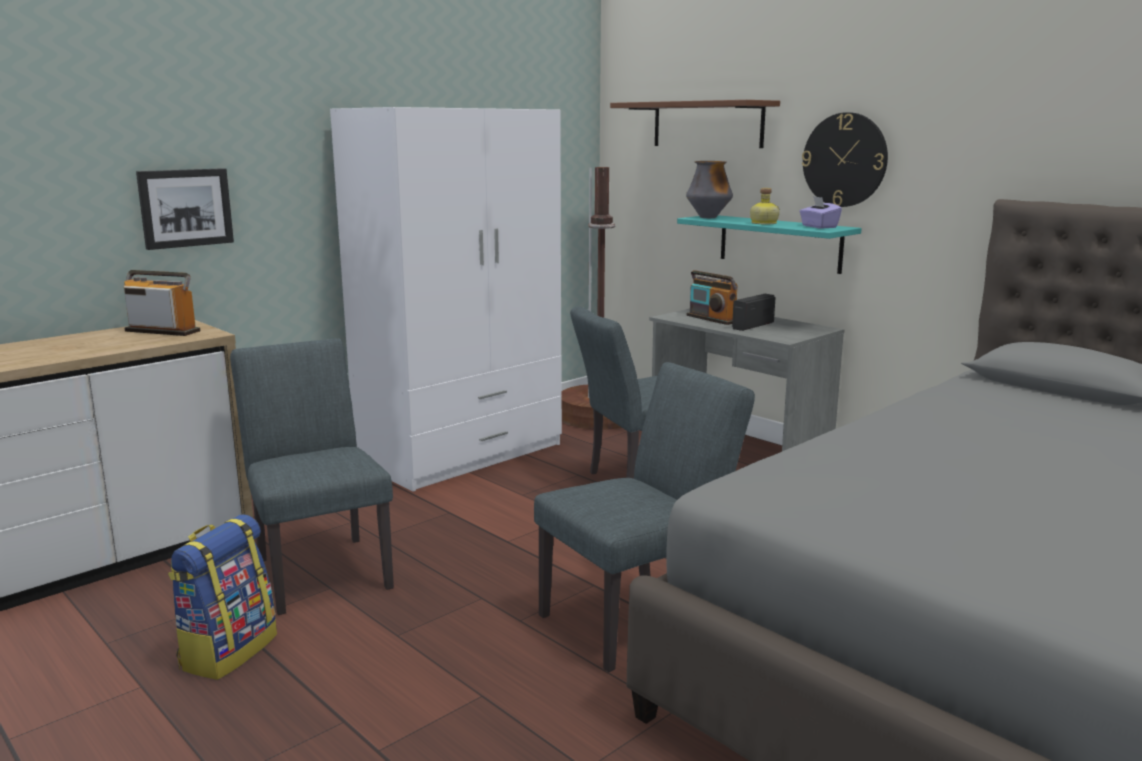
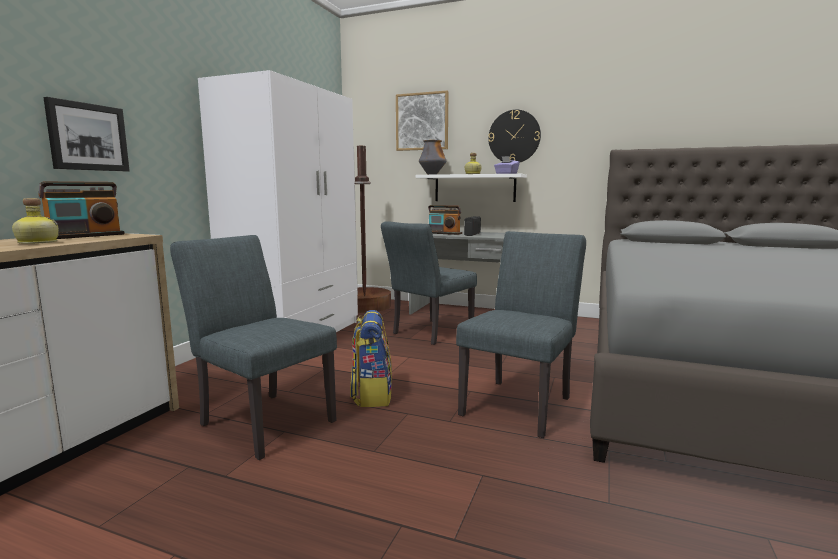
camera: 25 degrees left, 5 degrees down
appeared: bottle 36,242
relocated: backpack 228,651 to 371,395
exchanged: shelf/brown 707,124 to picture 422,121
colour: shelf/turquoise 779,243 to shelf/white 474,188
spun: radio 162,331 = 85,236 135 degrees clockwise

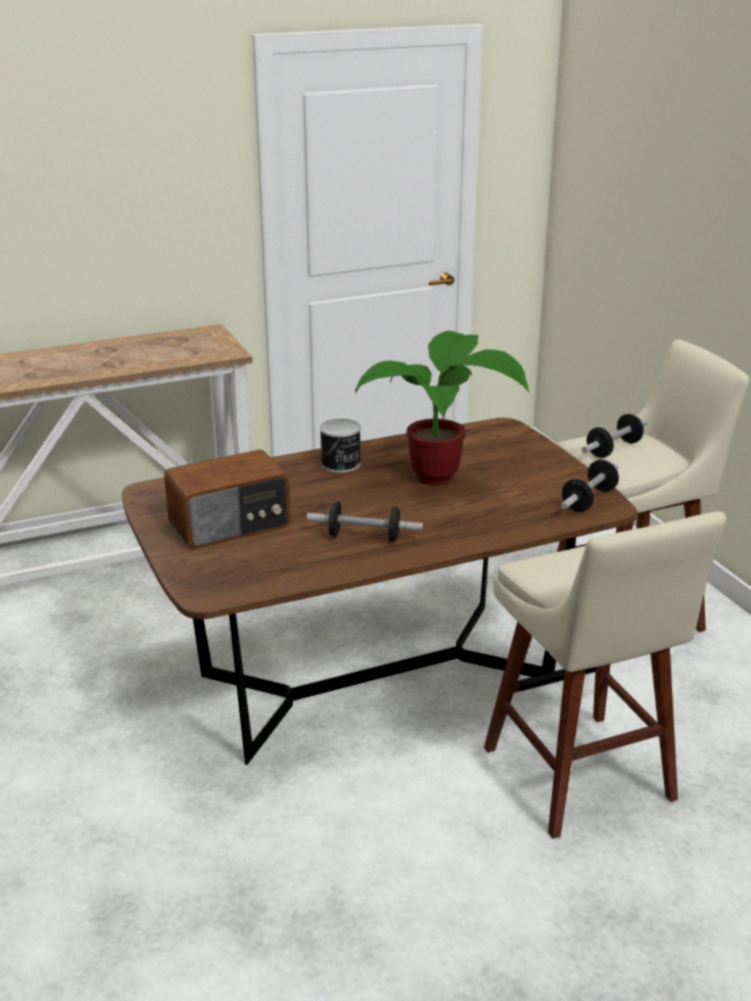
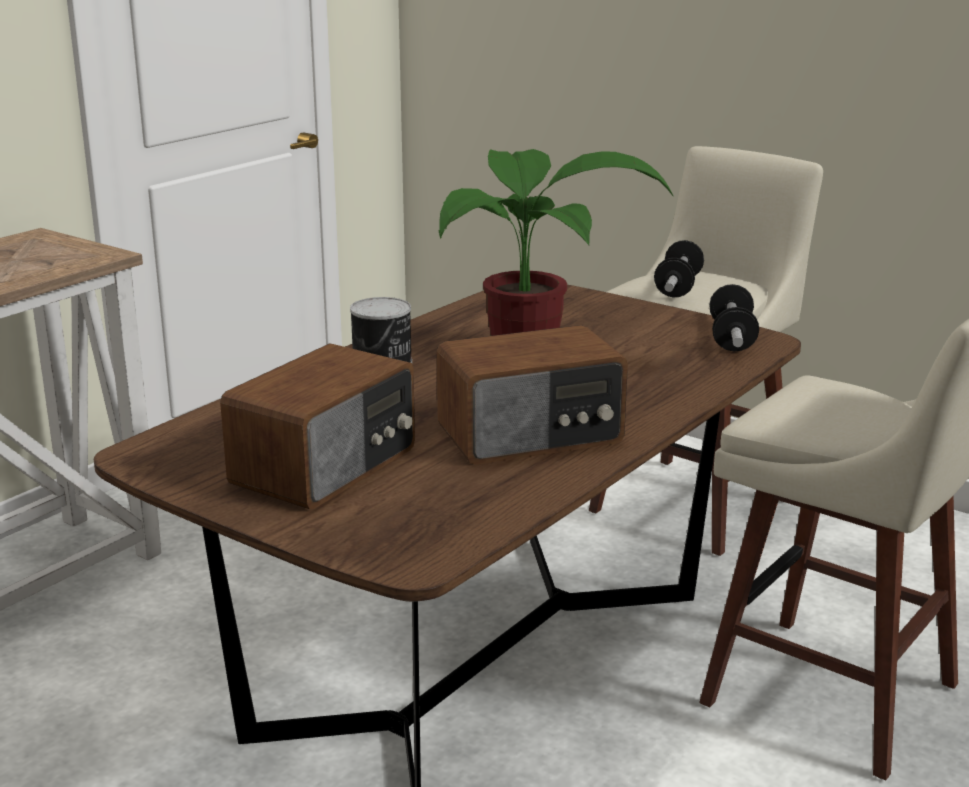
camera: 30 degrees left, 5 degrees down
exchanged: dumbbell 364,537 to radio 531,435

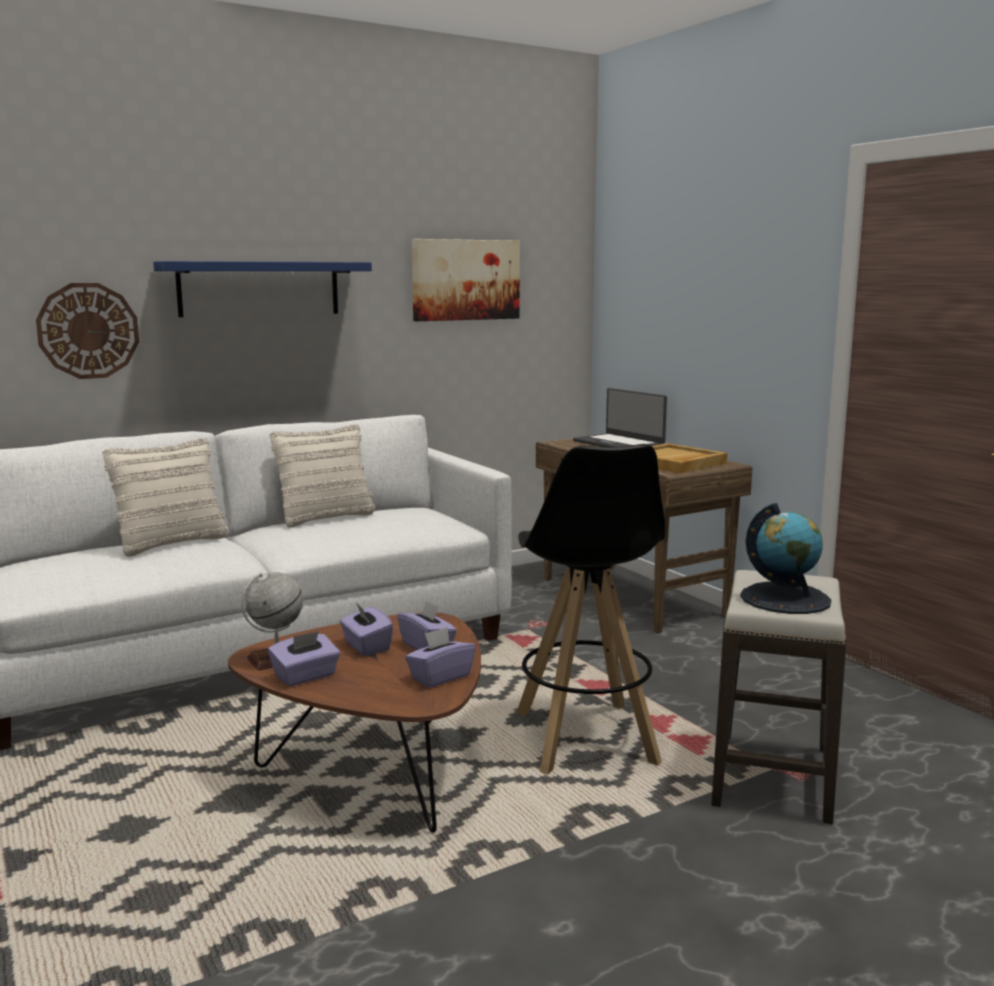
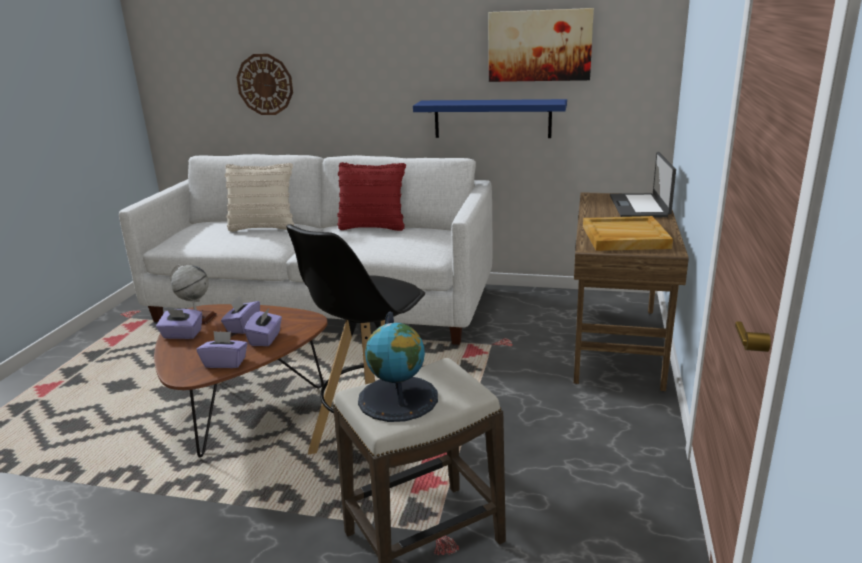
camera: 45 degrees right, 10 degrees up
relocated: shelf/blue 259,288 to 492,119
colour: pillow/beige 325,518 to pillow/red 373,227

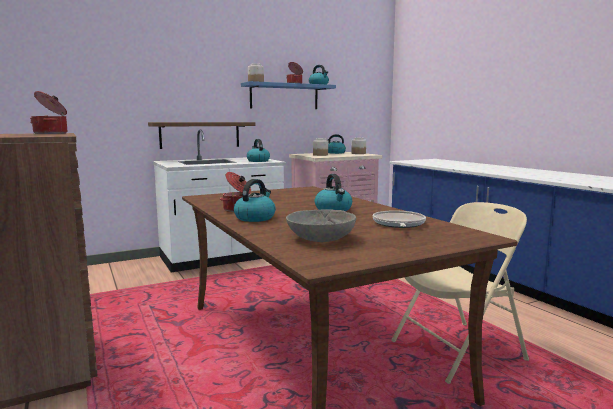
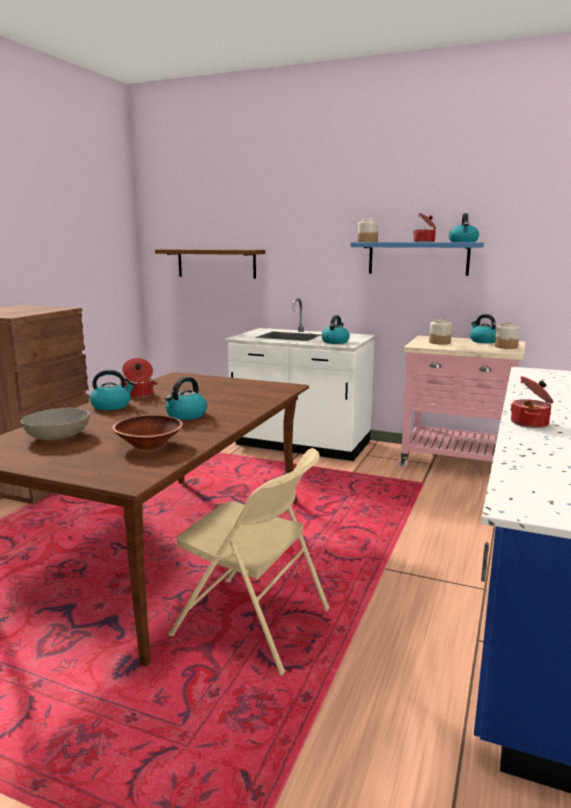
camera: 50 degrees right, 5 degrees up
relocated: cooking pot 52,133 to 530,423; shelf/brown 200,135 to 216,263
exchanged: frying pan 398,224 to bowl/brown 149,445

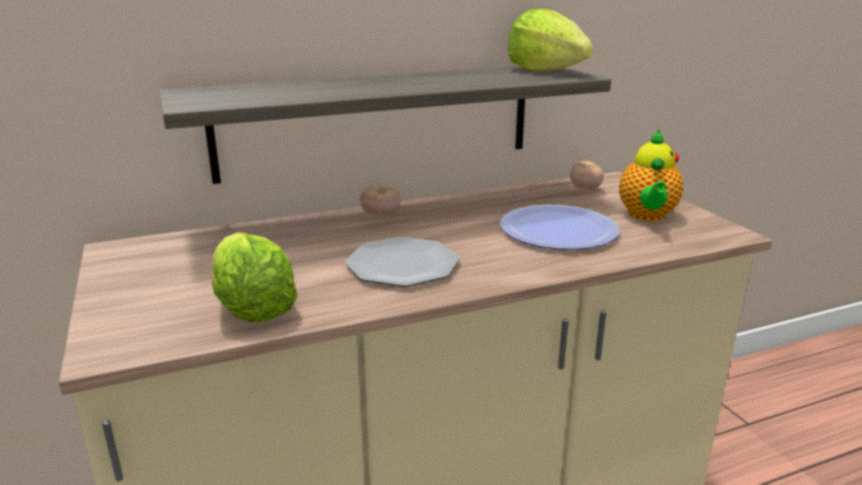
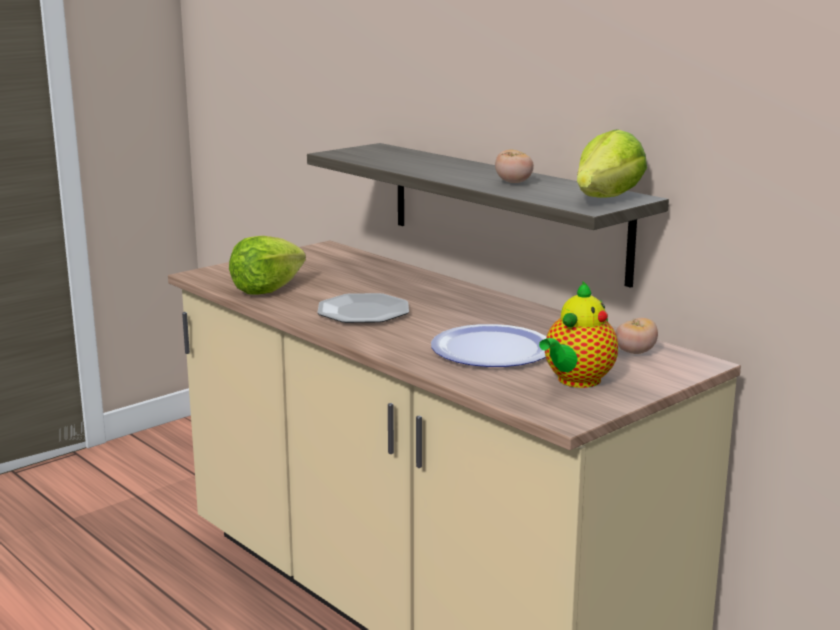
camera: 70 degrees right, 5 degrees down
relocated: tomato 380,216 to 513,182
spun: teapot 647,216 = 576,381 45 degrees counterclockwise

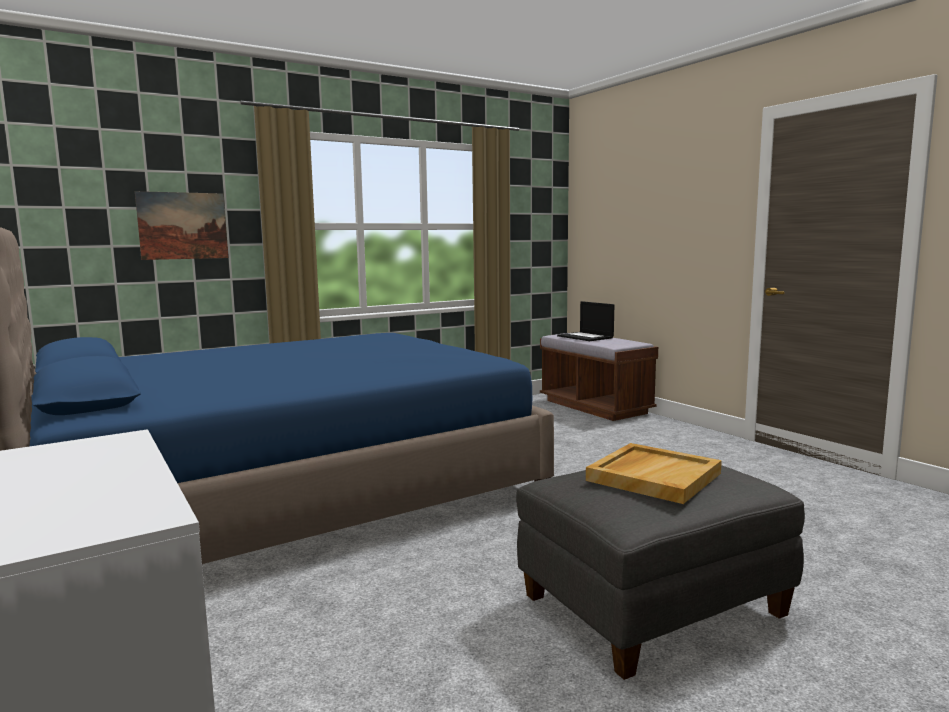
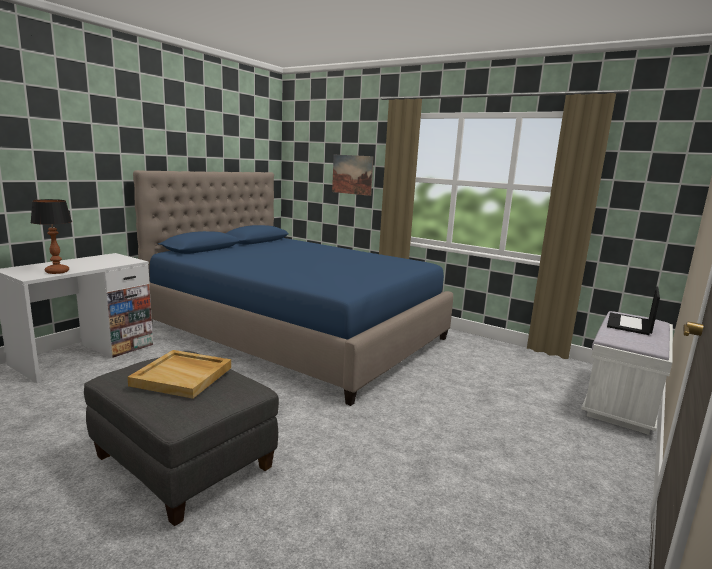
camera: 65 degrees right, 5 degrees up
appeared: table lamp 57,271
colour: bench/brown 595,407 to bench/white 621,402

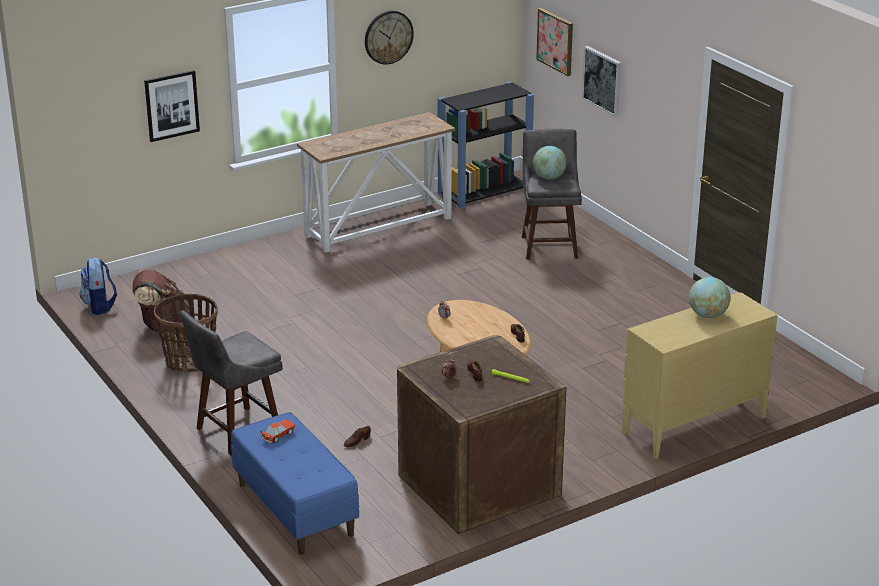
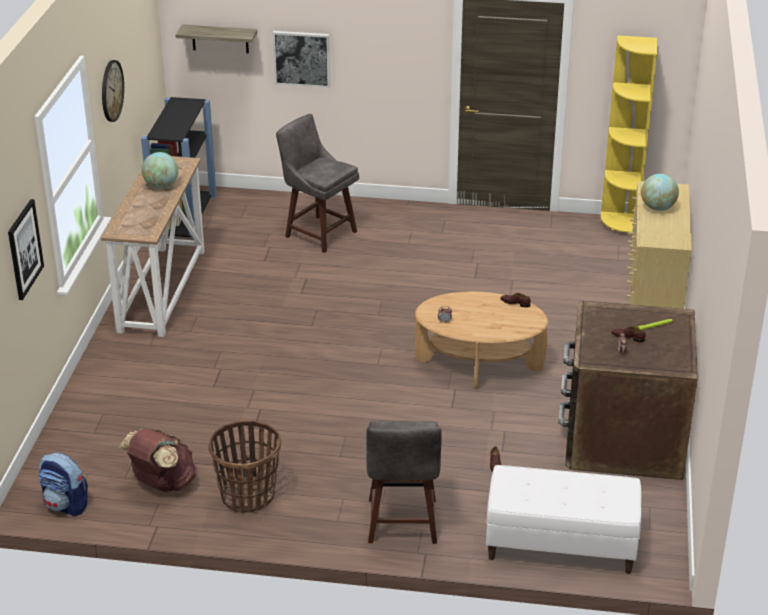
camera: 50 degrees left, 5 degrees up
missing: toy car 278,435
appeared: bookcase/yellow 619,226
relocated: globe 549,177 to 161,186
exchanged: picture 555,41 to shelf 220,39
colour: bench/blue 294,509 to bench/white 560,546

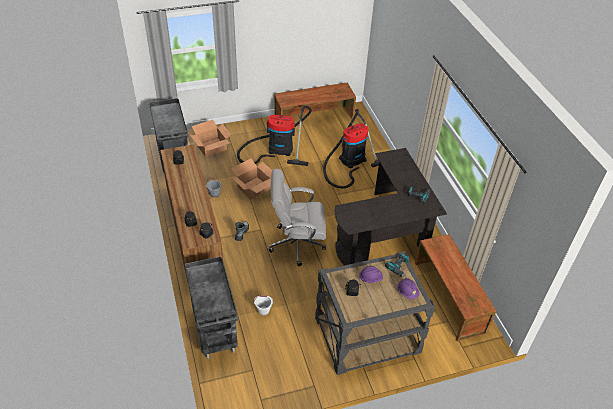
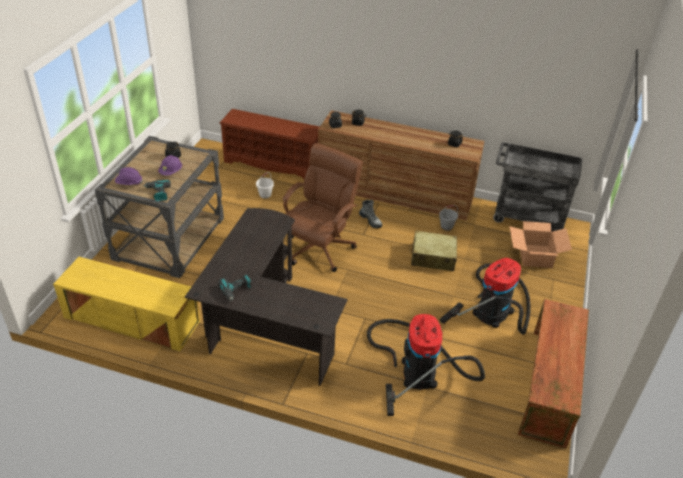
camera: 125 degrees right, 5 degrees down
exchanged: cart/black 215,333 to shoe rack/brown 273,164; cardboard box 254,188 to suitcase/beige 432,257
colour: office chair/grey 297,243 to office chair/brown 319,249; bench/brown 450,297 to bench/yellow 130,320

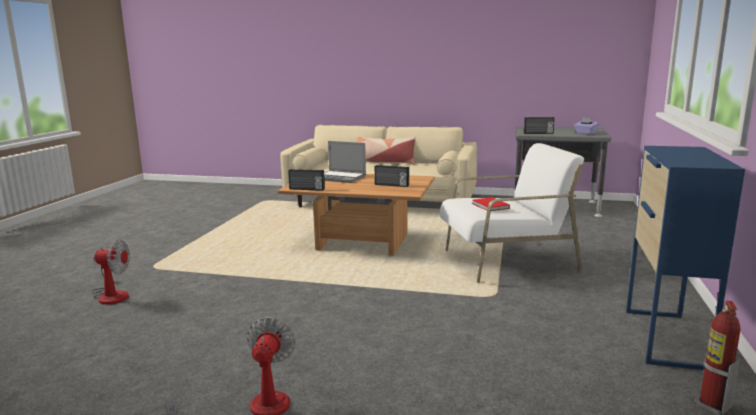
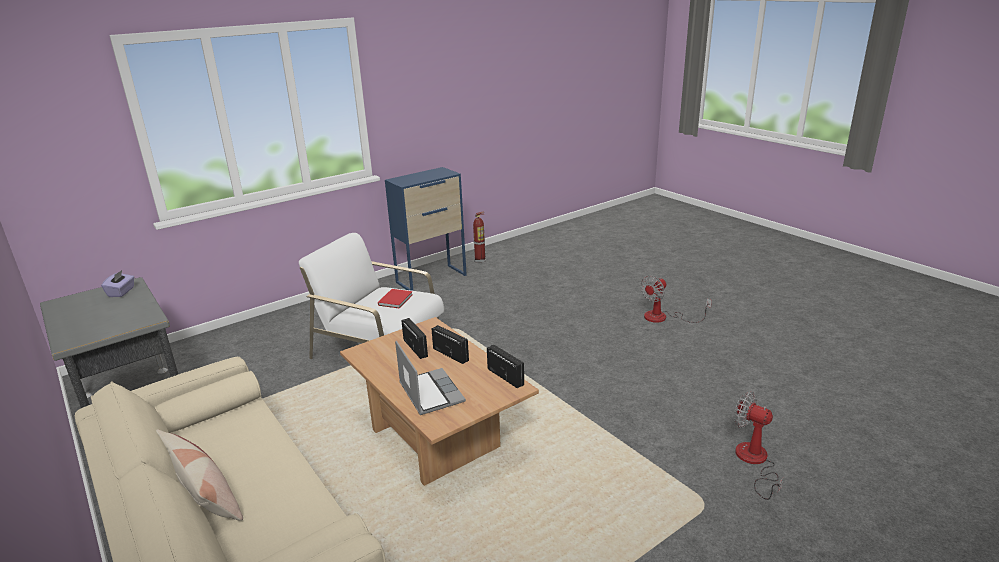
camera: 140 degrees left, 10 degrees up
relocated: radio 538,133 to 451,354

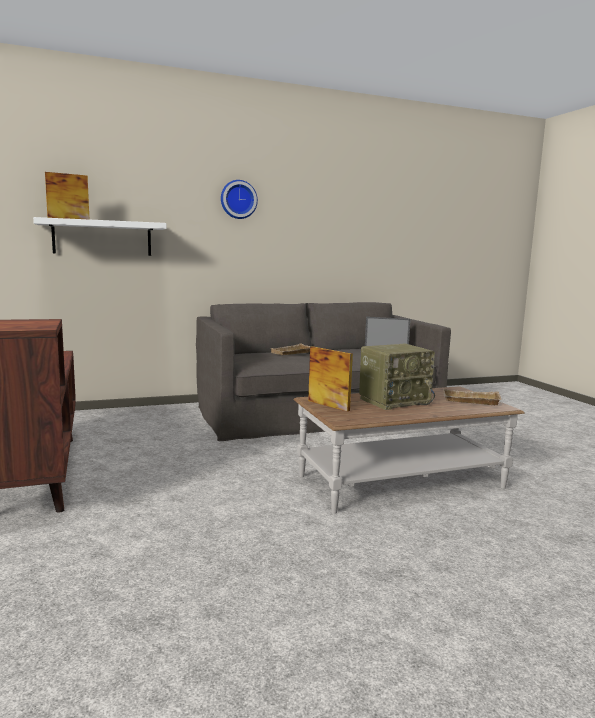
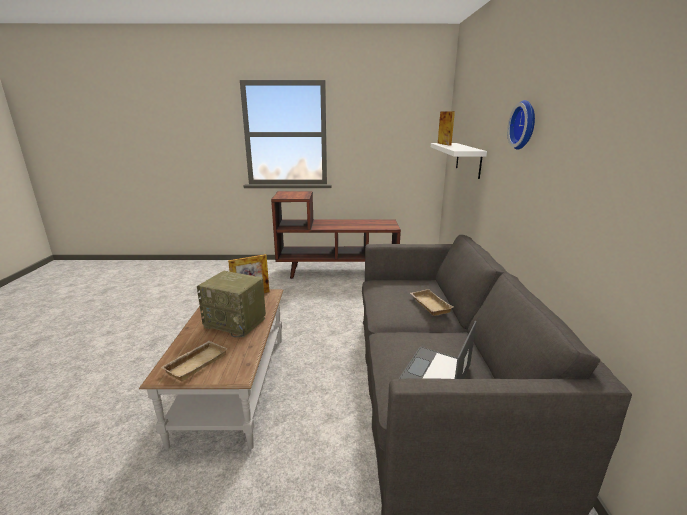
camera: 110 degrees right, 10 degrees up
spun: radio 394,401 = 236,323 60 degrees counterclockwise

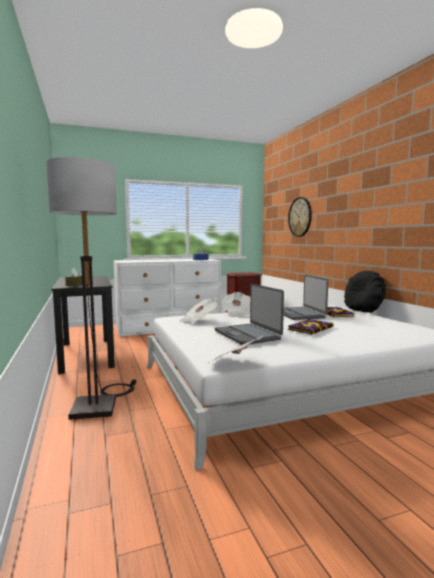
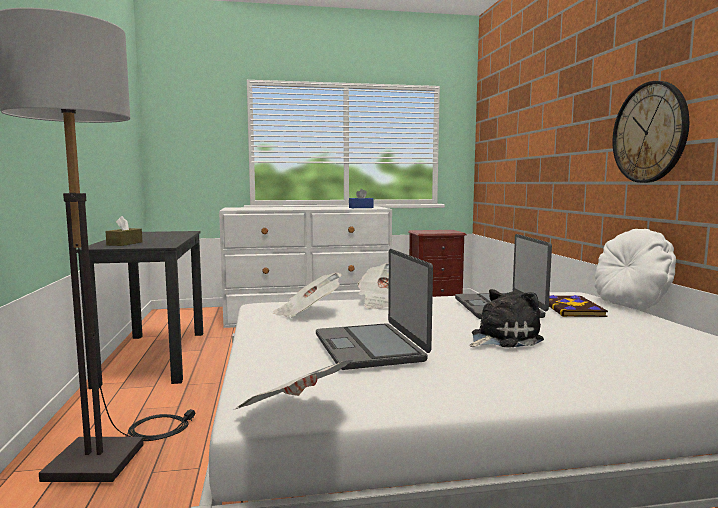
camera: 10 degrees right, 0 degrees up
relocated: wall clock 300,217 to 649,132
exchanged: book 310,328 to plush toy 502,338
colour: pillow/black 363,311 to pillow/white 630,306

